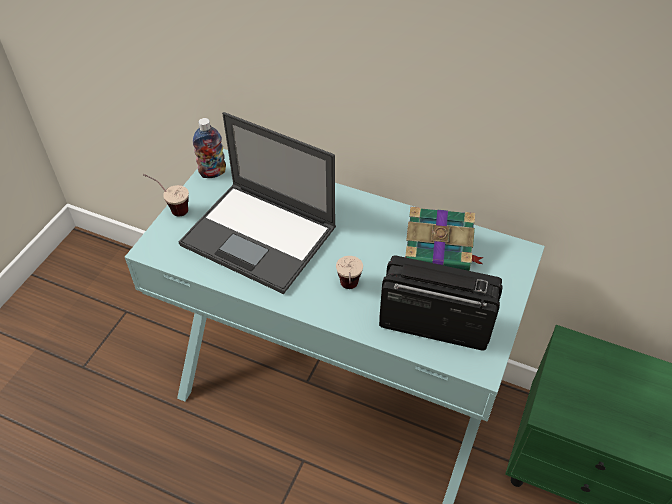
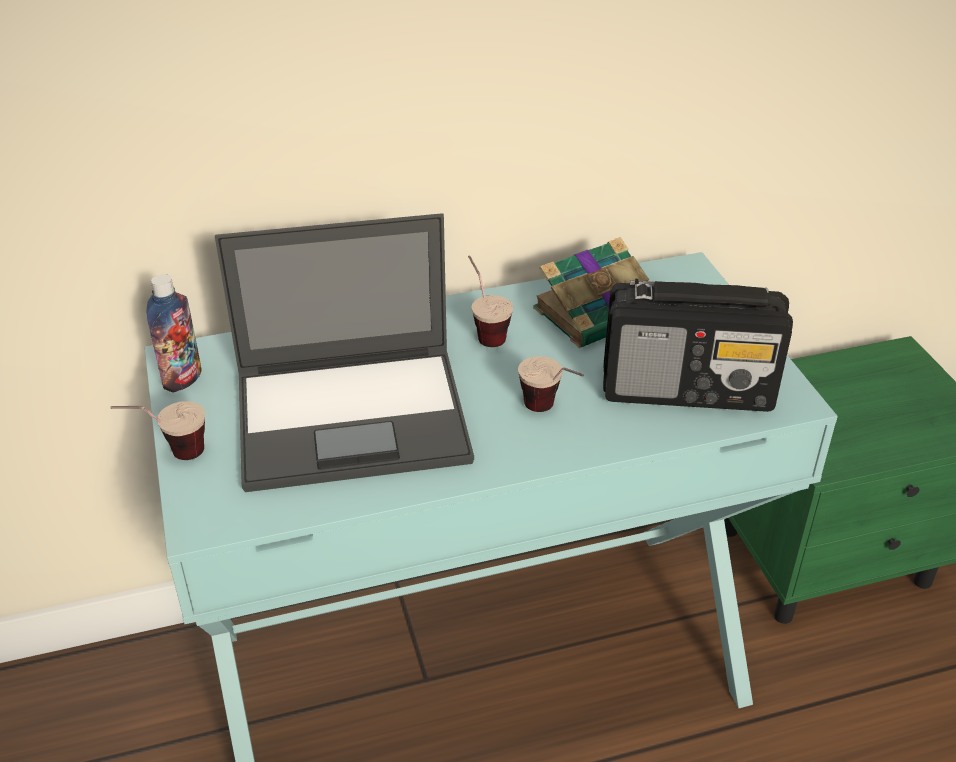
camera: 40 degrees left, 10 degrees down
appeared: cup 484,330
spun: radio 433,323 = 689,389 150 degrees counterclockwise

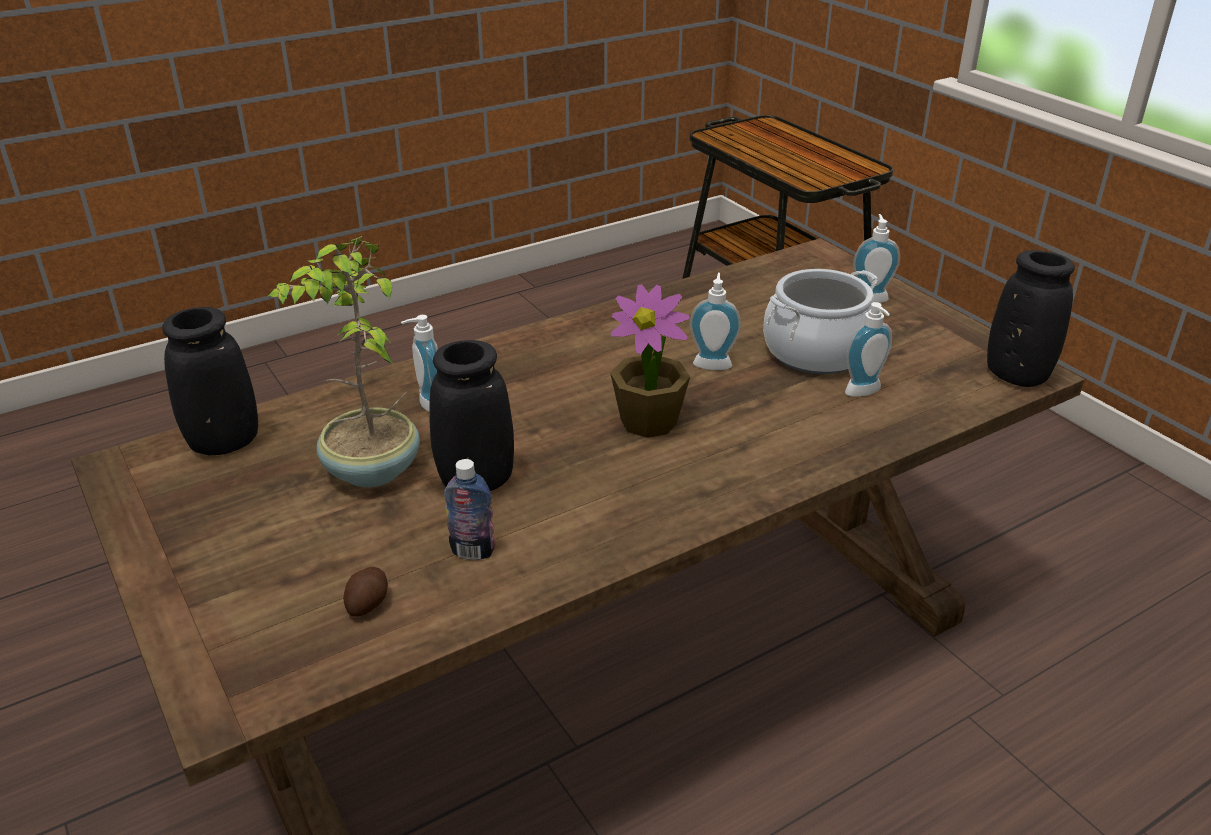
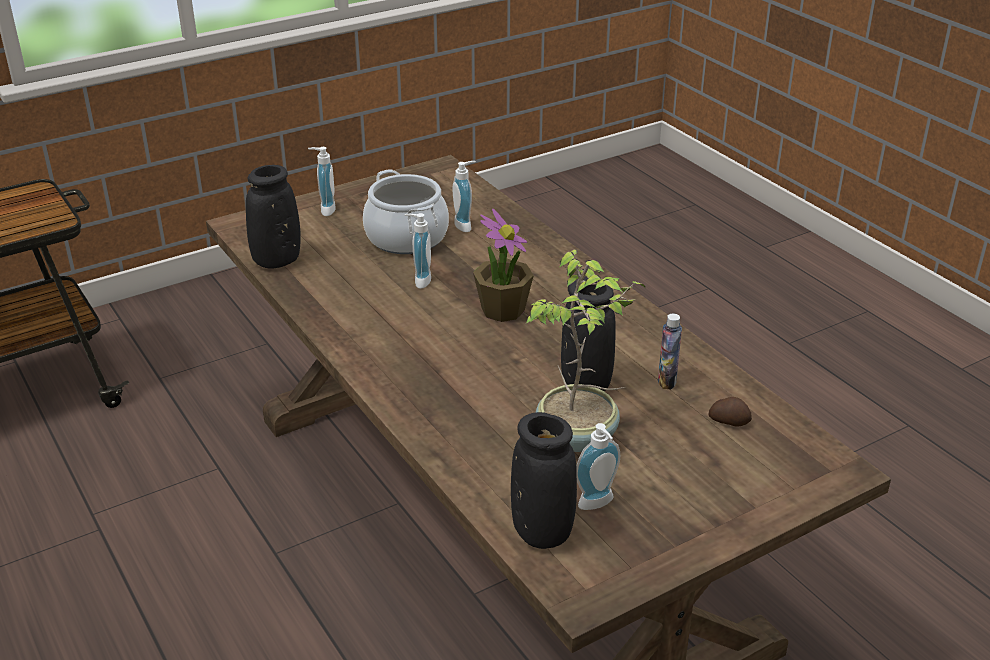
camera: 90 degrees left, 0 degrees up
relocated: soap dispenser 426,405 to 598,504; vase/black 1017,376 to 277,260

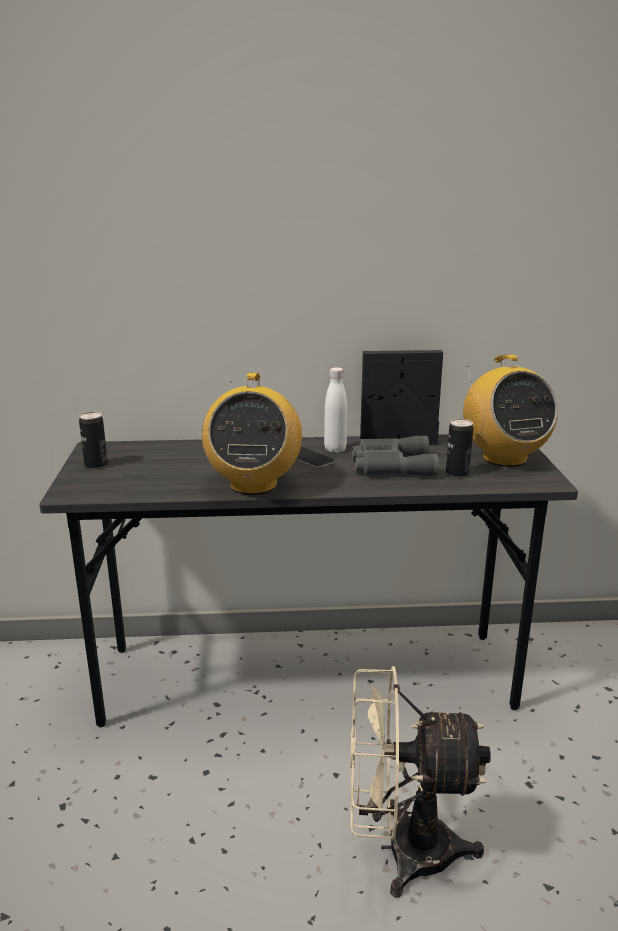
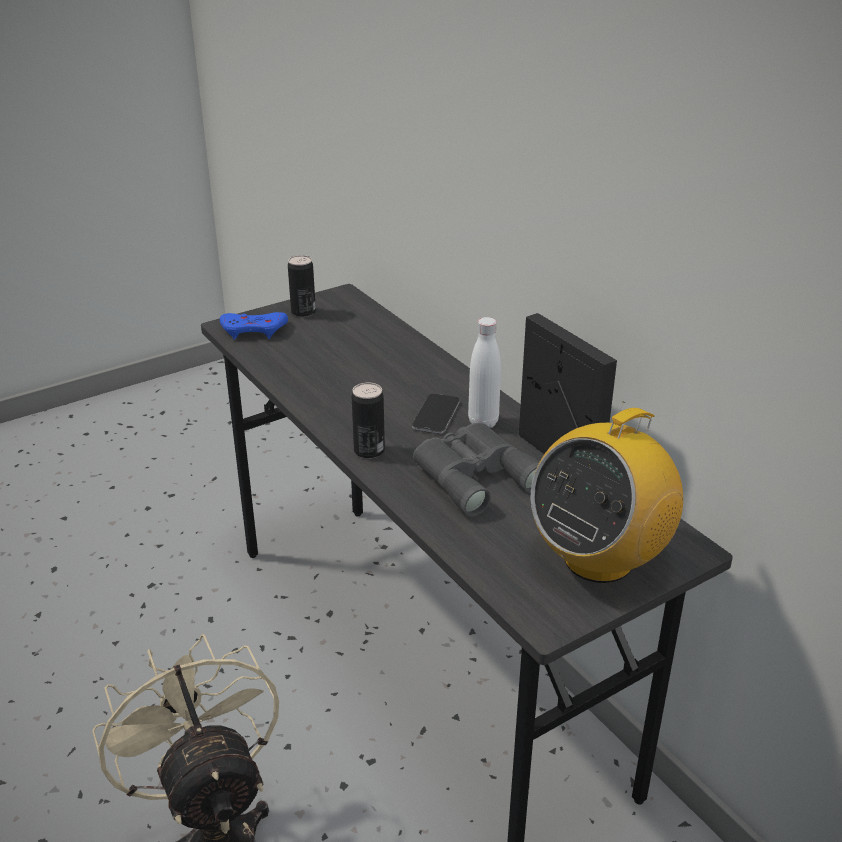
camera: 60 degrees right, 10 degrees up
missing: radio 253,484
appeared: game controller/blue 253,330
relocated: can 457,473 to 369,451

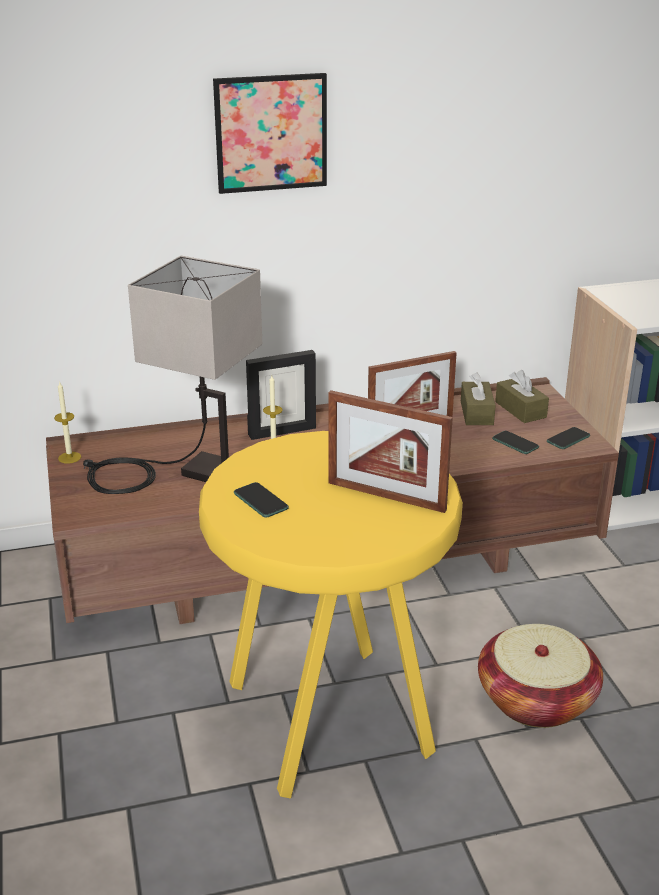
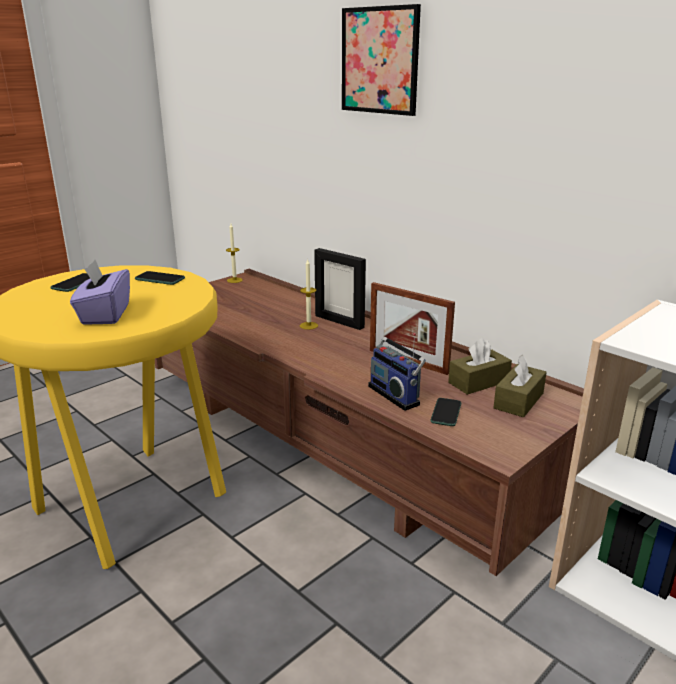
camera: 60 degrees right, 5 degrees down
missing: table lamp 174,472; basket 536,700
appeared: radio 396,394
relocated: phone 568,439 to 160,279
exchanged: picture frame 386,496 to tissue box/purple 105,314

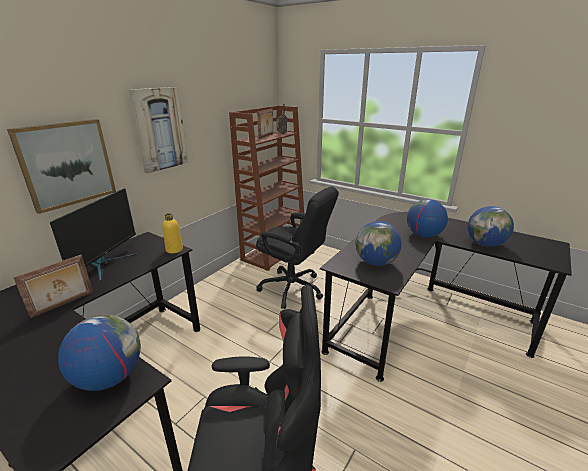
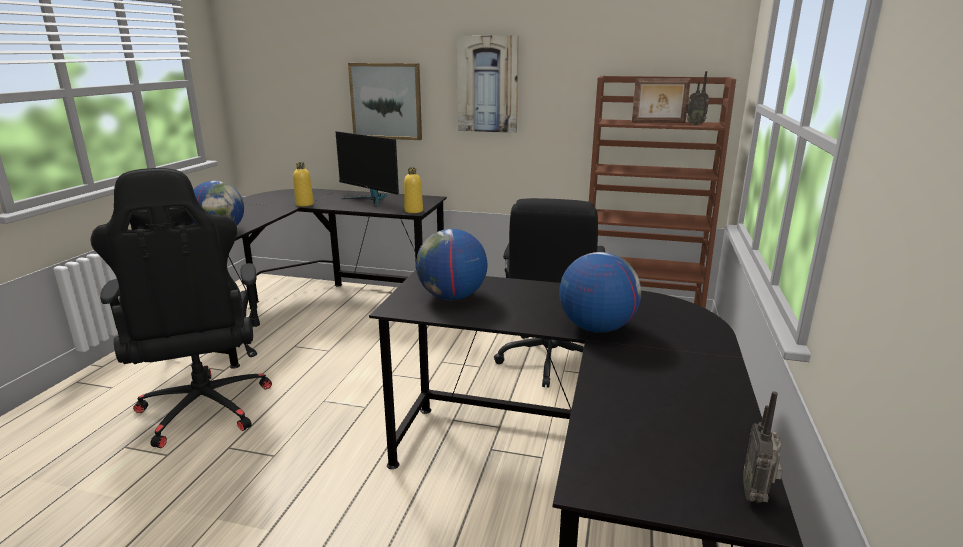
camera: 70 degrees right, 5 degrees down
missing: globe 485,244
appeared: radio 756,495
exchanged: picture frame 63,304 to bottle/yellow 304,204
spun: monitor 107,264 = 370,200 45 degrees clockwise

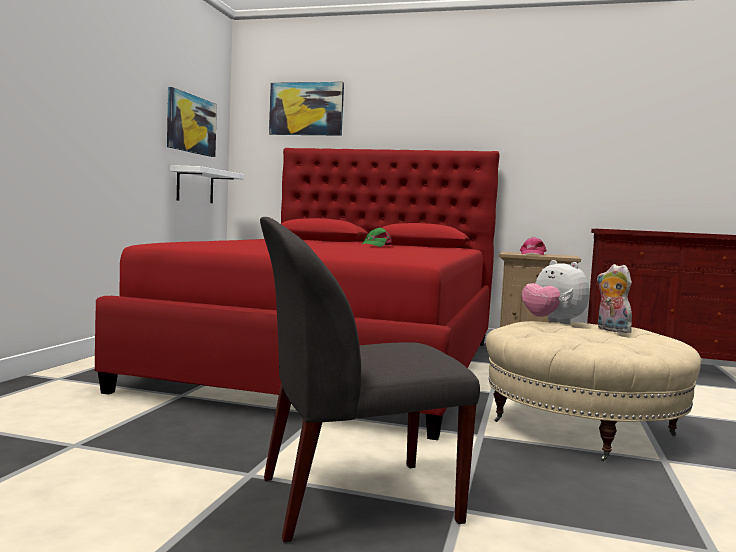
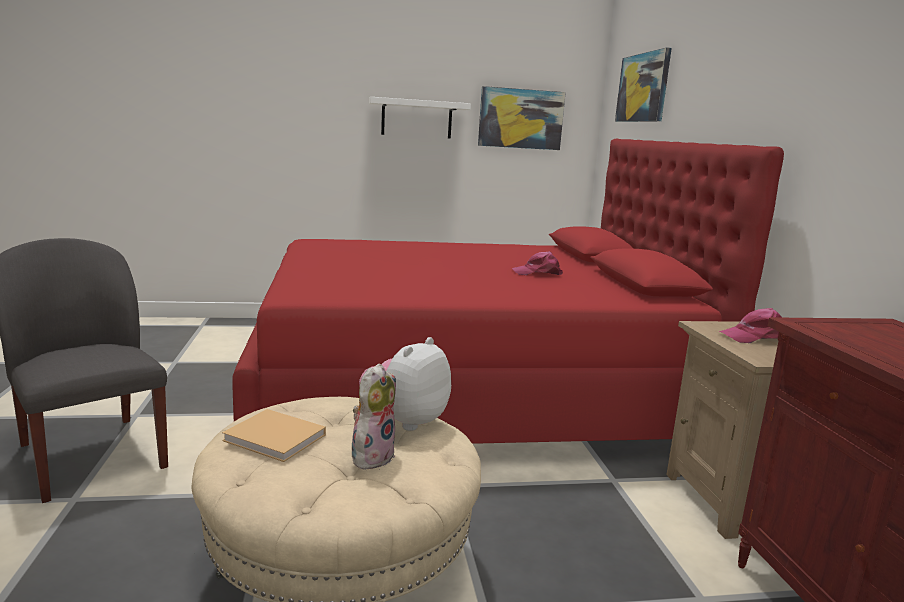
camera: 65 degrees right, 10 degrees up
appeared: book/beige 277,438
relocated: shelf/white 195,185 to 416,119
colour: cap/green 375,245 to cap/pink 538,273

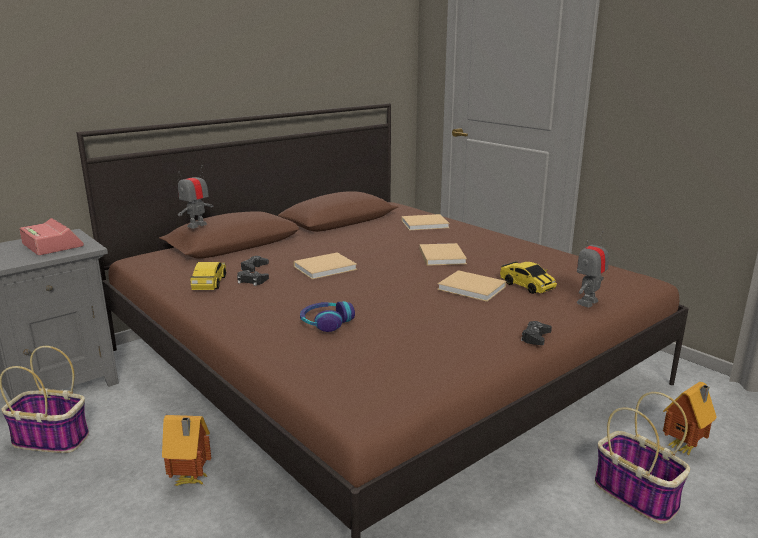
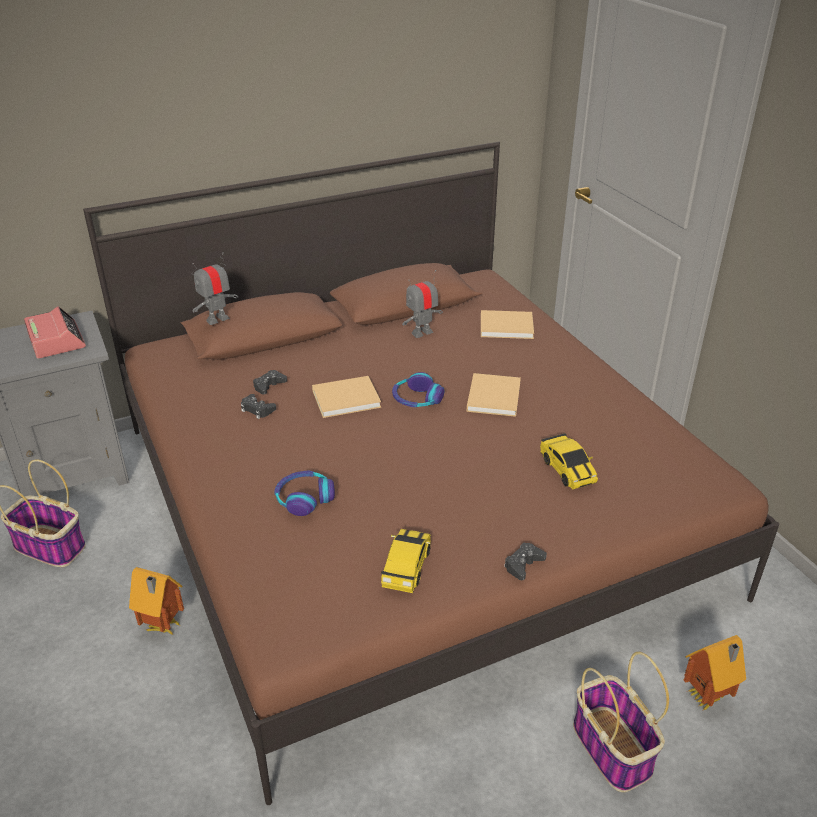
camera: 15 degrees right, 15 degrees up
missing: book/beige 473,288
appeared: headphones 416,399
relocated: toy car 209,283 to 406,567; toy robot 588,302 to 422,333

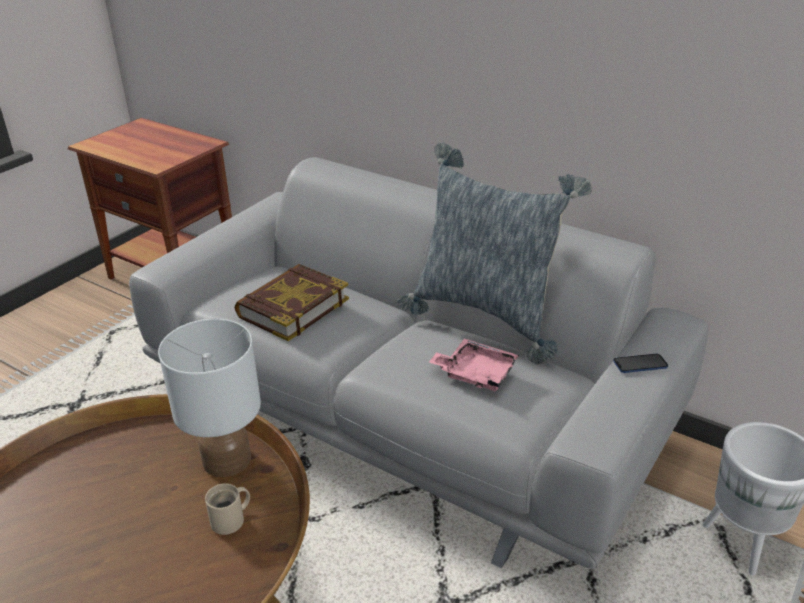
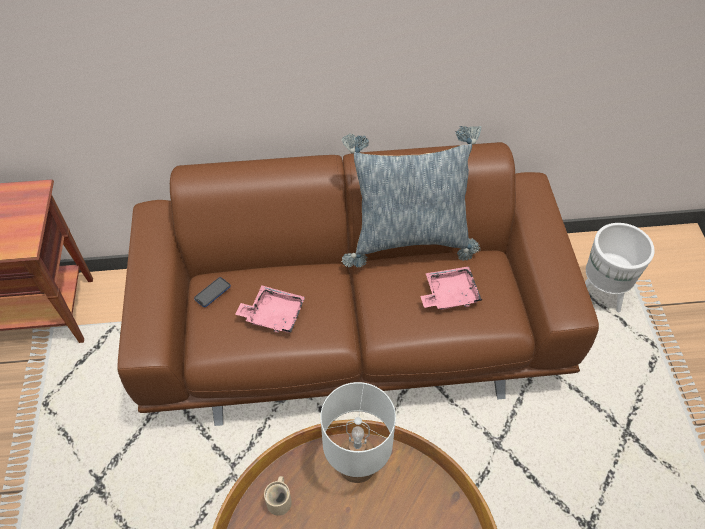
camera: 40 degrees left, 20 degrees up
relocated: mug/beige 231,520 to 280,500; phone 640,364 to 212,292
exchanged: book 292,308 to tray/pink 273,314
colour: sofa/grey 406,417 to sofa/brown 354,329

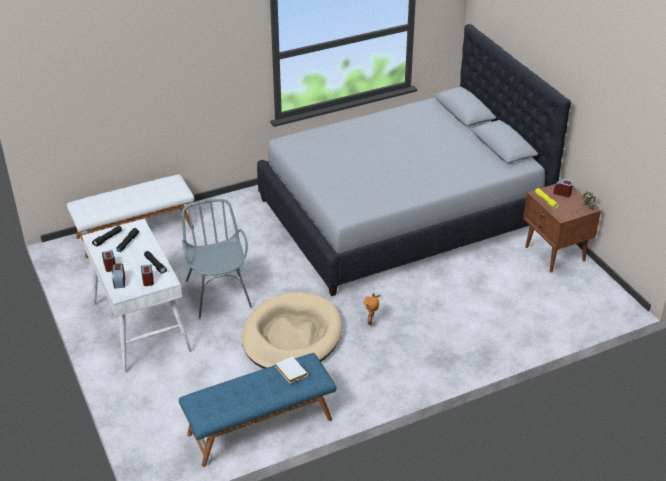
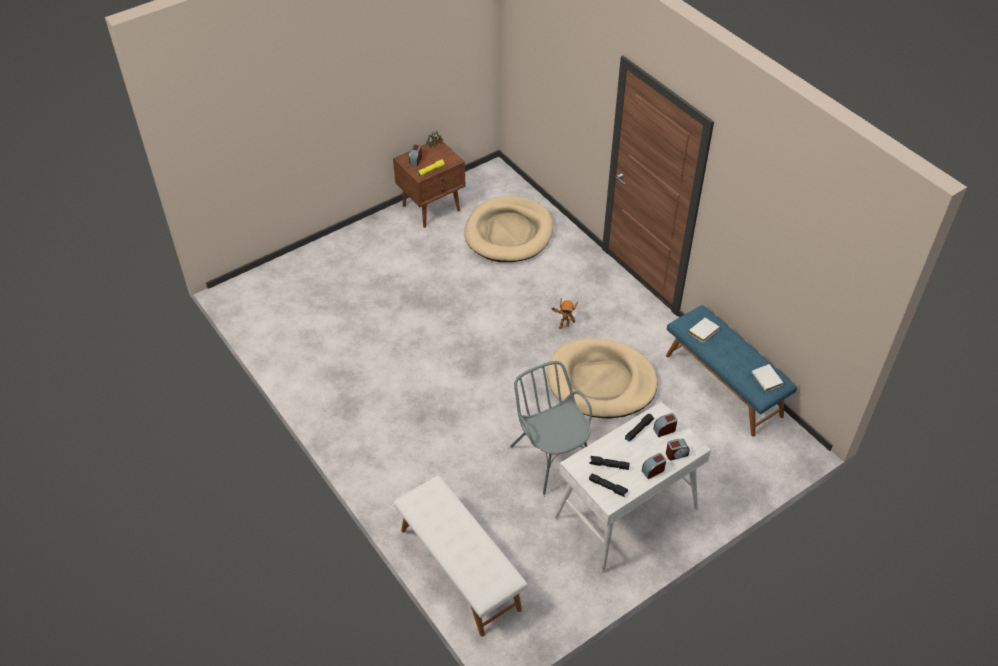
camera: 100 degrees left, 10 degrees up
missing: bed/grey 403,213
appeared: dog bed/beige 509,233; book/white 768,380
spun: chair/grey 218,292 = 551,456 90 degrees clockwise

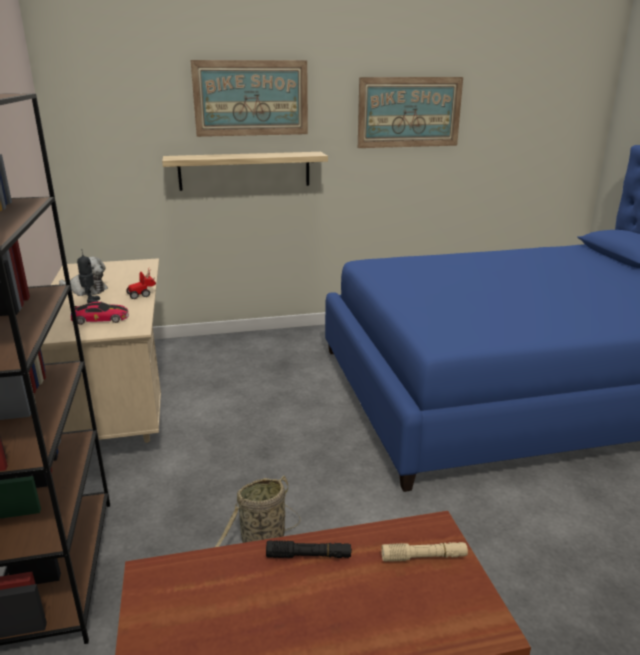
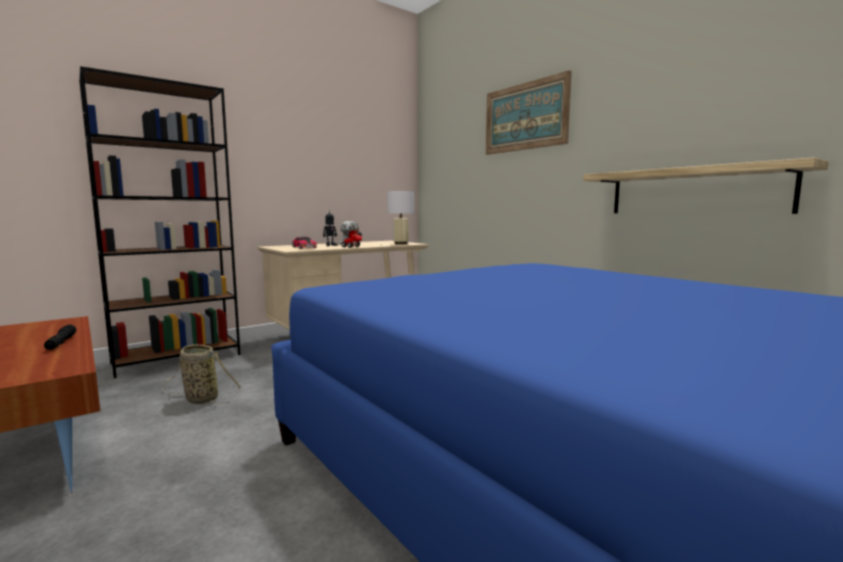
camera: 65 degrees right, 15 degrees down
missing: picture 409,112; flashlight/beige 424,557
appeared: table lamp/white 400,244
relocated: shelf 244,170 to 694,191

